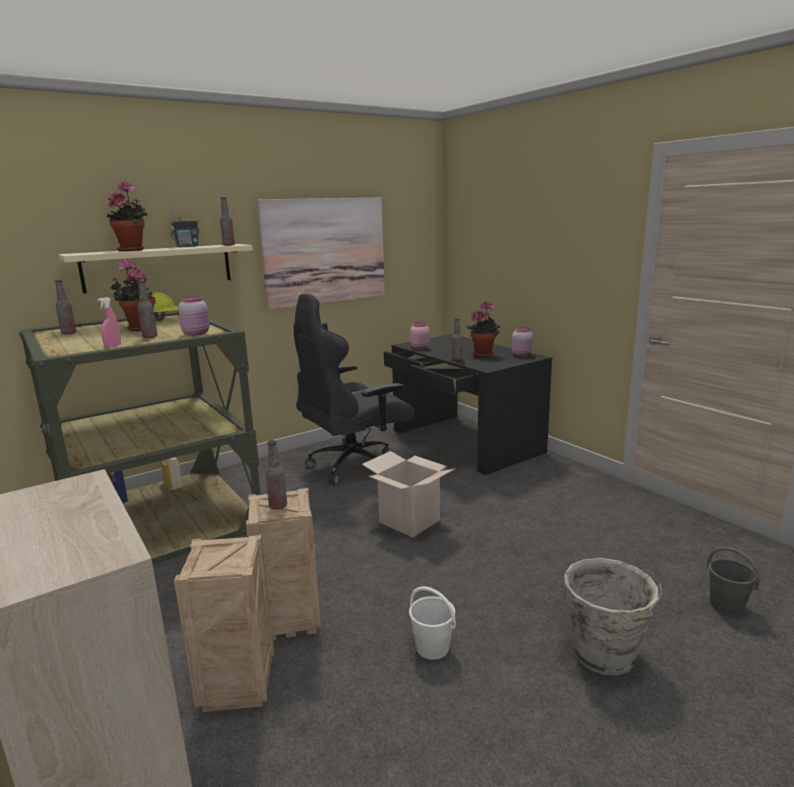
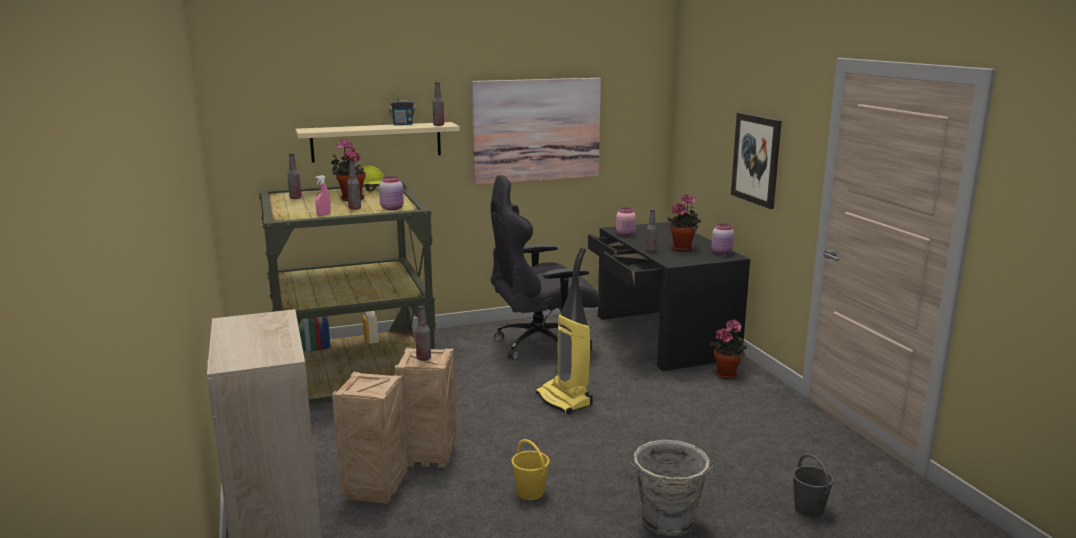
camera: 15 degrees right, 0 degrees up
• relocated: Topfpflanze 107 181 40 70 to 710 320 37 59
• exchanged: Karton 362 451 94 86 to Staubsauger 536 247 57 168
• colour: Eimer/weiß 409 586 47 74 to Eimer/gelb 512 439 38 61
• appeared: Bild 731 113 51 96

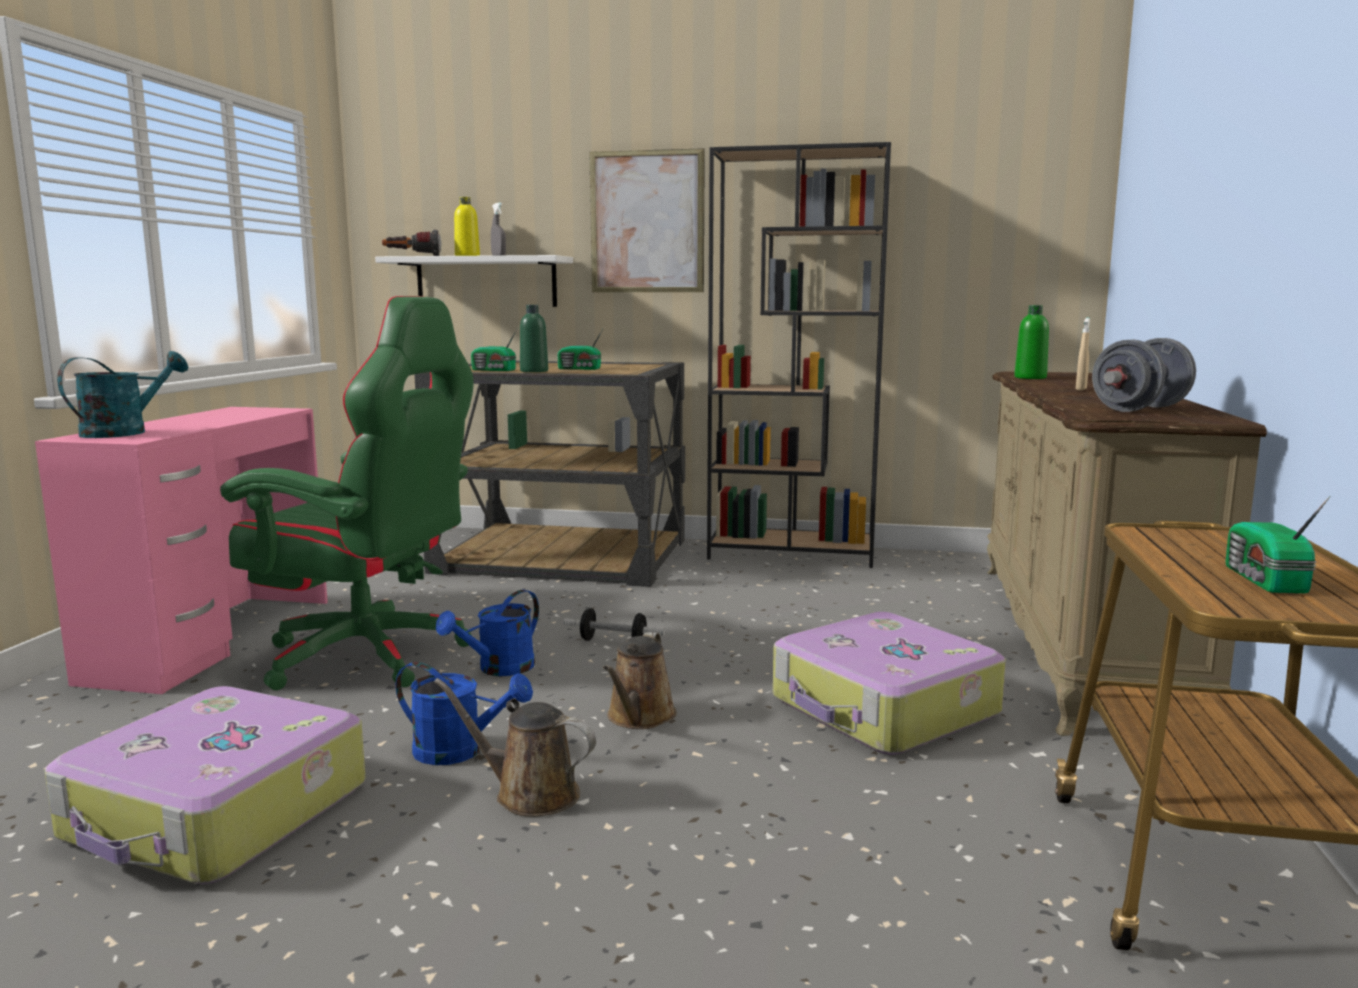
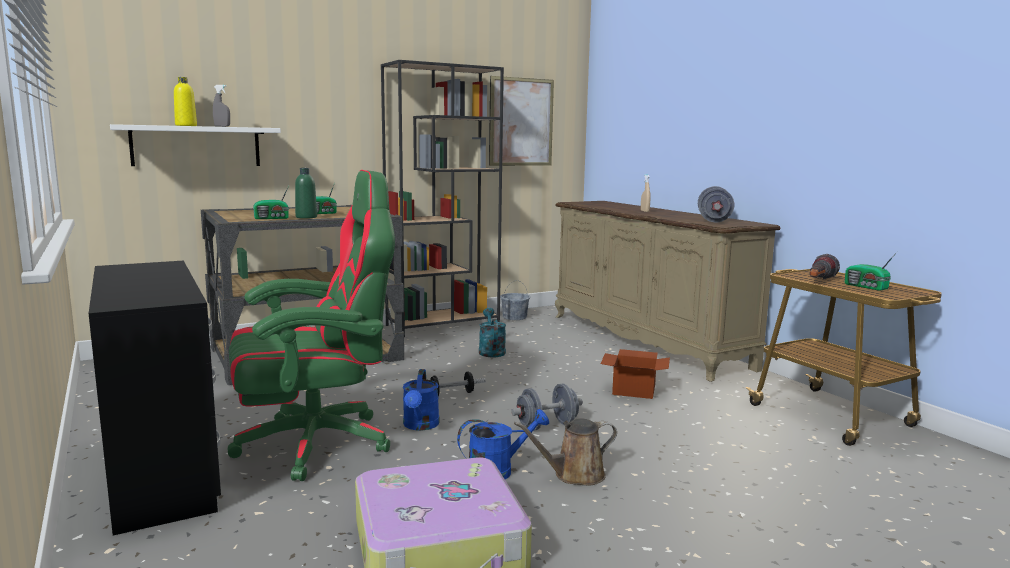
camera: 40 degrees left, 0 degrees up
• relocated: Bild 589 148 116 144 to 489 76 65 90
• relocated: Taschenlampe 382 230 59 26 to 810 254 30 25
• missing: Flasche/grün 1014 305 35 74
• relocated: Gießkanne/türkis 57 351 132 87 to 479 308 27 50
• colour: Schreibtisch/rosa 35 407 293 287 to Schreibtisch/schwarz 88 260 133 275
• exchanged: Koffer 773 612 233 143 to Karton 601 349 69 50
• exchanged: Gießkanne/braun 603 632 74 97 to Hantel/grau 511 384 72 46
• appeared: Eimer/grau 500 280 30 40

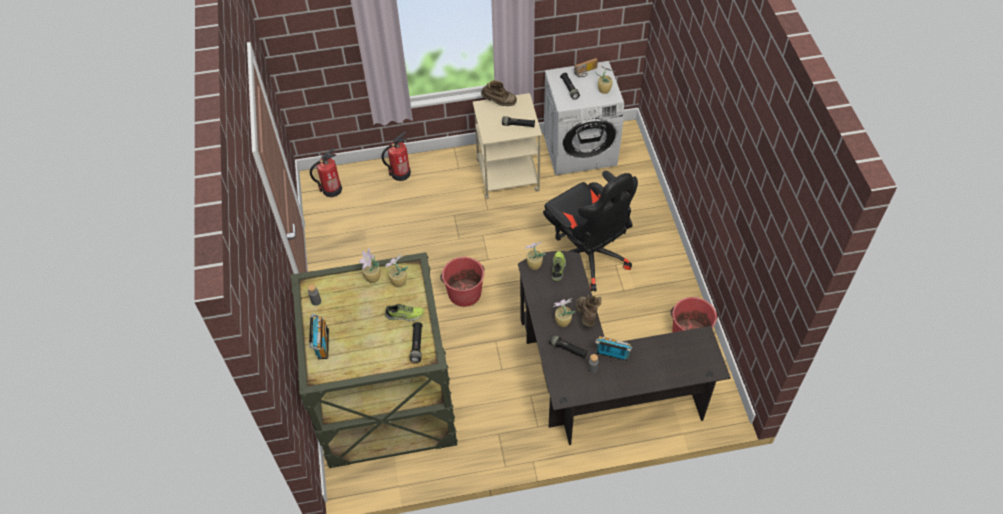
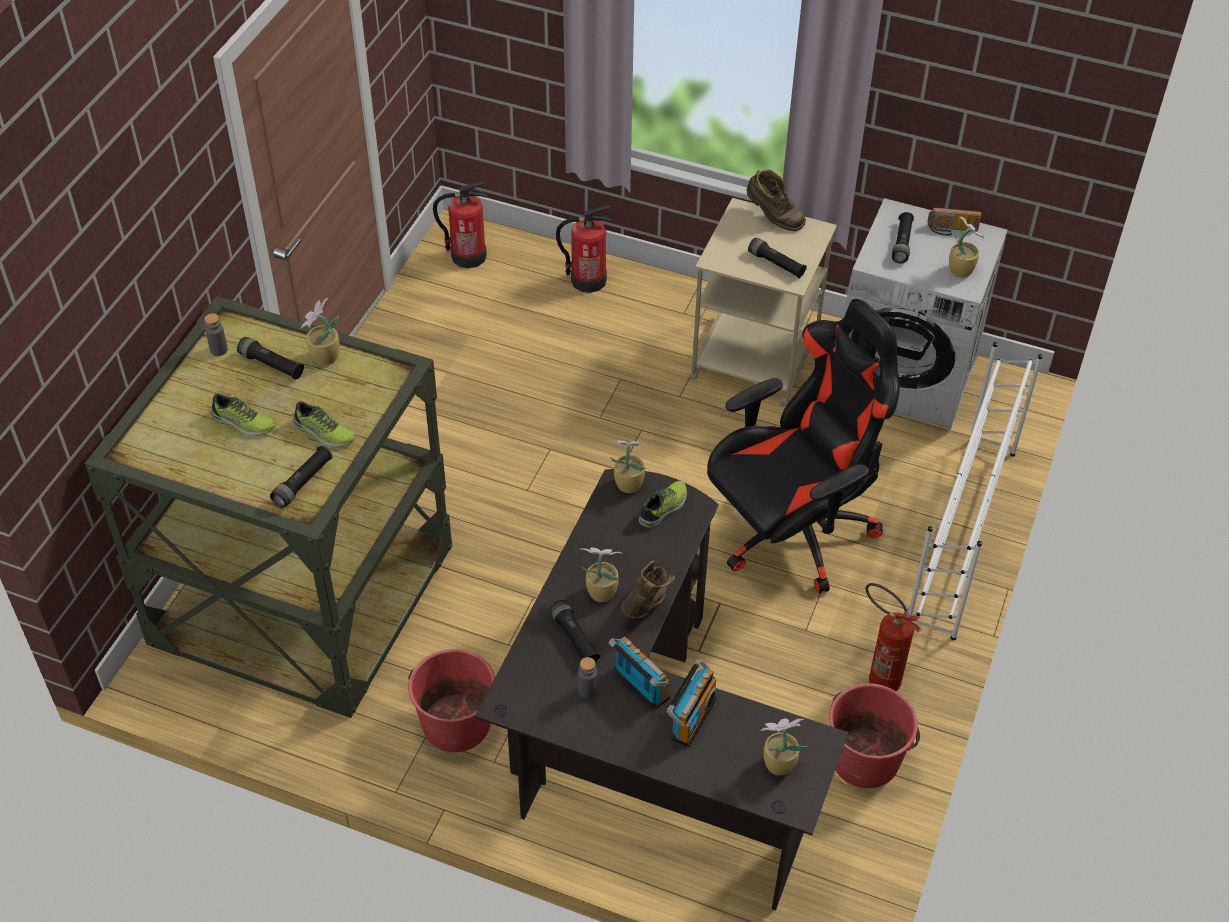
camera: 30 degrees right, 5 degrees down
• spun: Bürostuhl/schwarz 543 171 95 120 = 707 299 193 294 120 degrees counterclockwise
• relocated: Topfpflanze 385 254 24 33 to 761 718 46 58
• relocated: Eimer/rot 440 257 45 50 to 408 649 87 103
• relocated: Radio 309 314 20 46 to 667 659 50 88
• appeared: Taschenlampe/schwarz 237 337 67 43
• appeared: Schuhregal/weiß 908 342 135 298
• appeared: Schuh 211 394 65 42
• appeared: Feuerlöscher 866 583 55 108

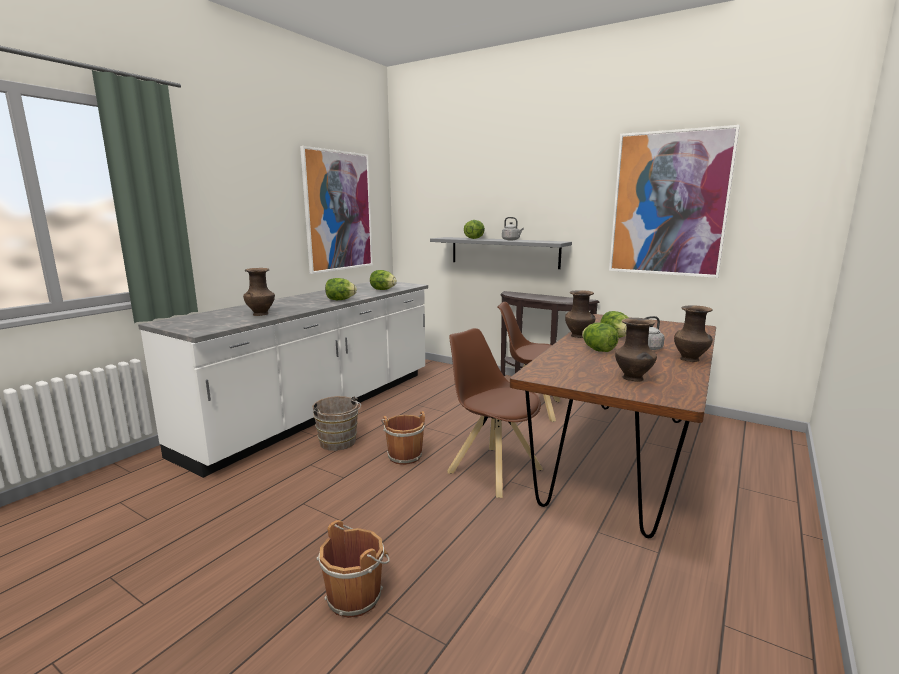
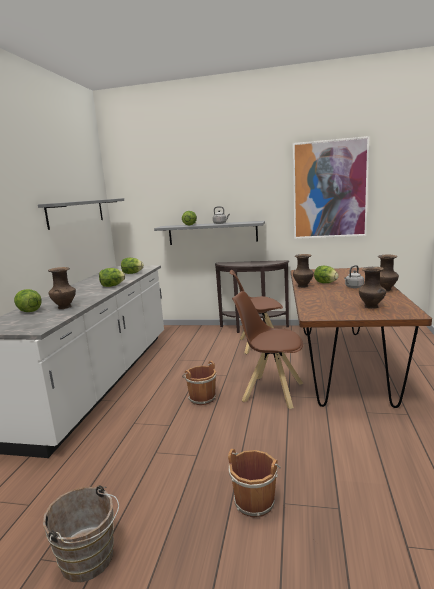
camera: 20 degrees left, 0 degrees up
• exchanged: Bild 300 146 73 128 to Wandregal/grau 38 198 86 32
• relocated: Salatkopf 582 322 36 30 to 14 289 27 23
• relocated: Eimer/braun 312 396 49 55 to 43 485 76 97

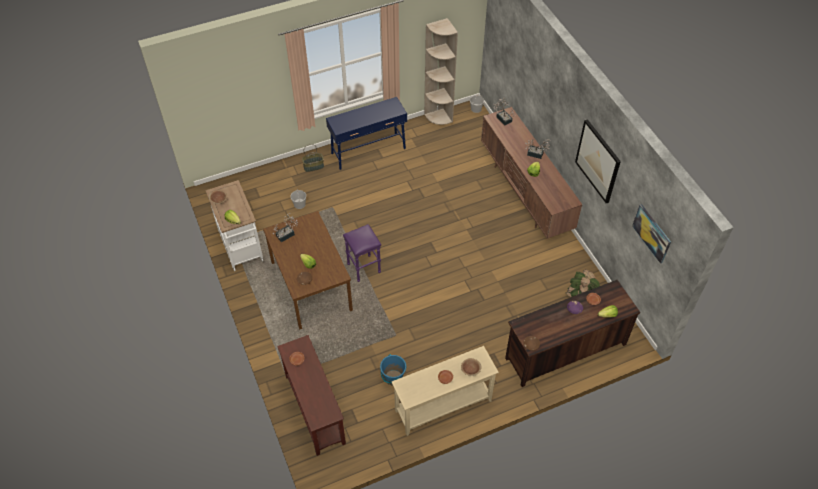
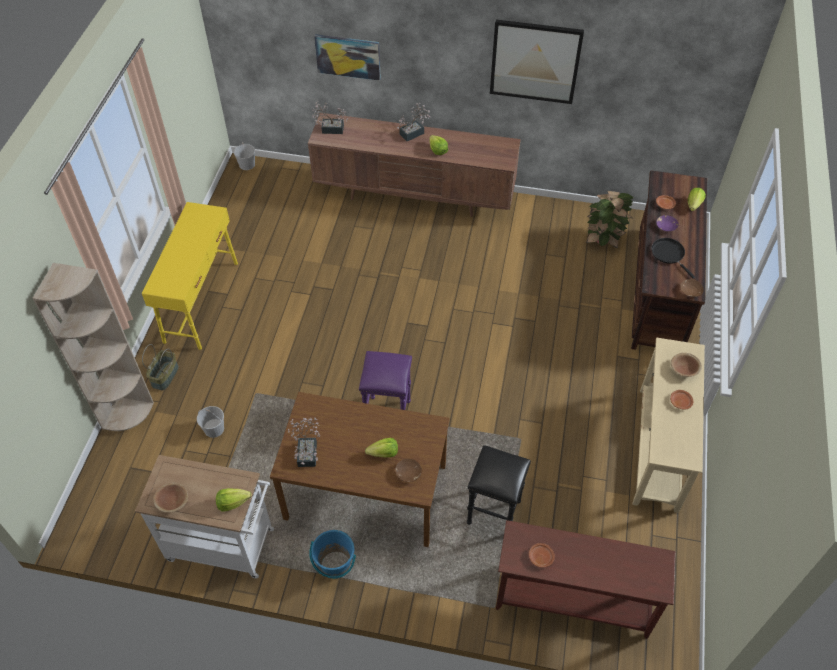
camera: 55 degrees left, 0 degrees up
• relocated: Bücherregal/beige 424 18 34 107 to 32 263 122 168
• colour: Konsolentisch/blau 326 97 81 73 to Konsolentisch/gelb 142 202 96 148
• relocated: Bild 632 204 39 60 to 314 34 67 47
• relocated: Eimer/blau 380 354 26 32 to 309 530 47 49
• appeared: Pfanne/schwarz 652 238 43 41
• appeared: Hocker/schwarz 467 445 64 80

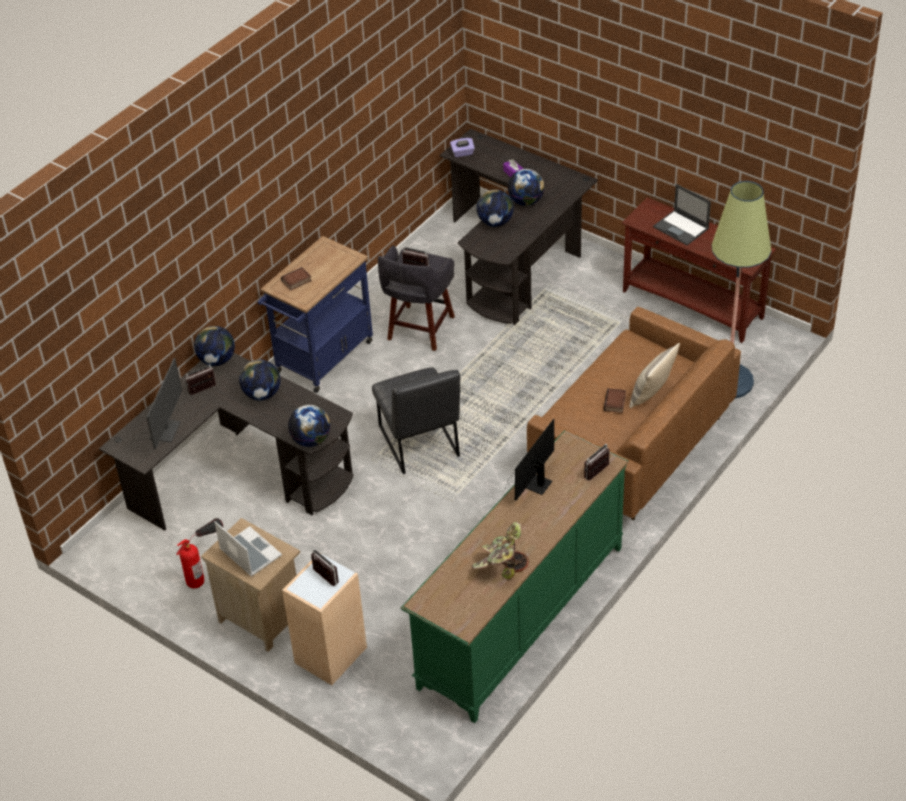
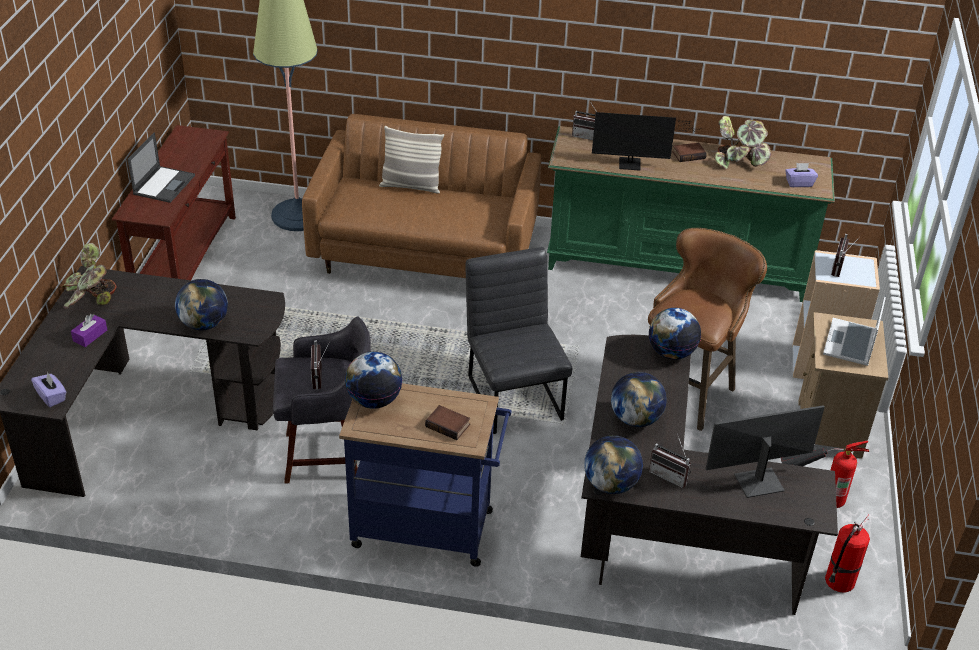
camera: 120 degrees left, 5 degrees down
• relocated: Globus 508 169 37 37 to 345 352 57 57
• spun: Stuhl/grau 372 367 88 107 = 466 247 106 187 60 degrees counterclockwise
• relocated: Buch 604 388 22 25 to 672 143 35 19
• appeared: Taschentuchbox/lila 785 163 33 24
• appeared: Hocker/braun 648 228 119 203
• appeared: Topfpflanze 61 243 56 66
• appeared: Feuerlöscher 825 511 45 82

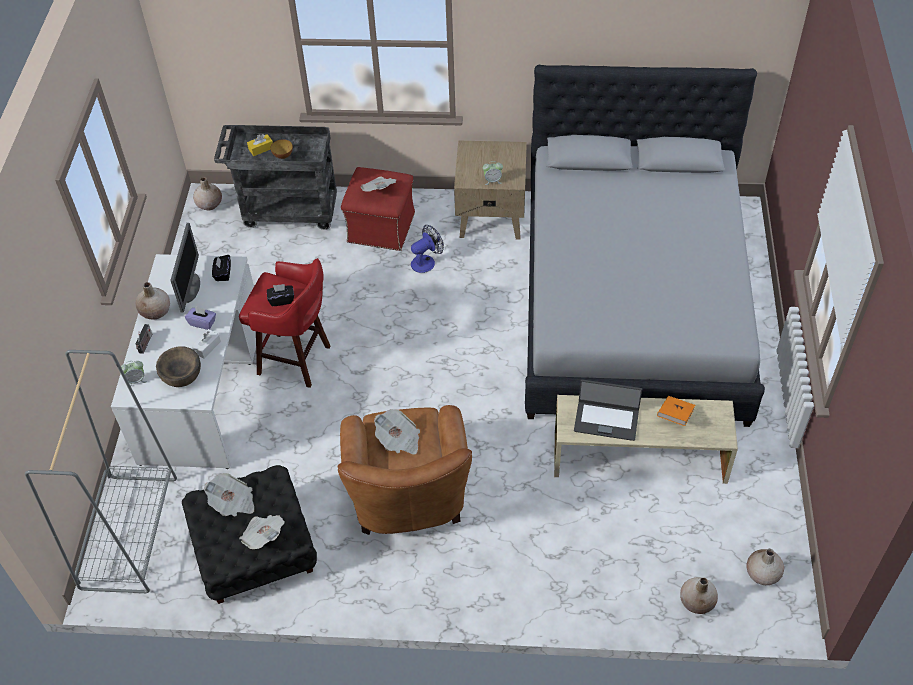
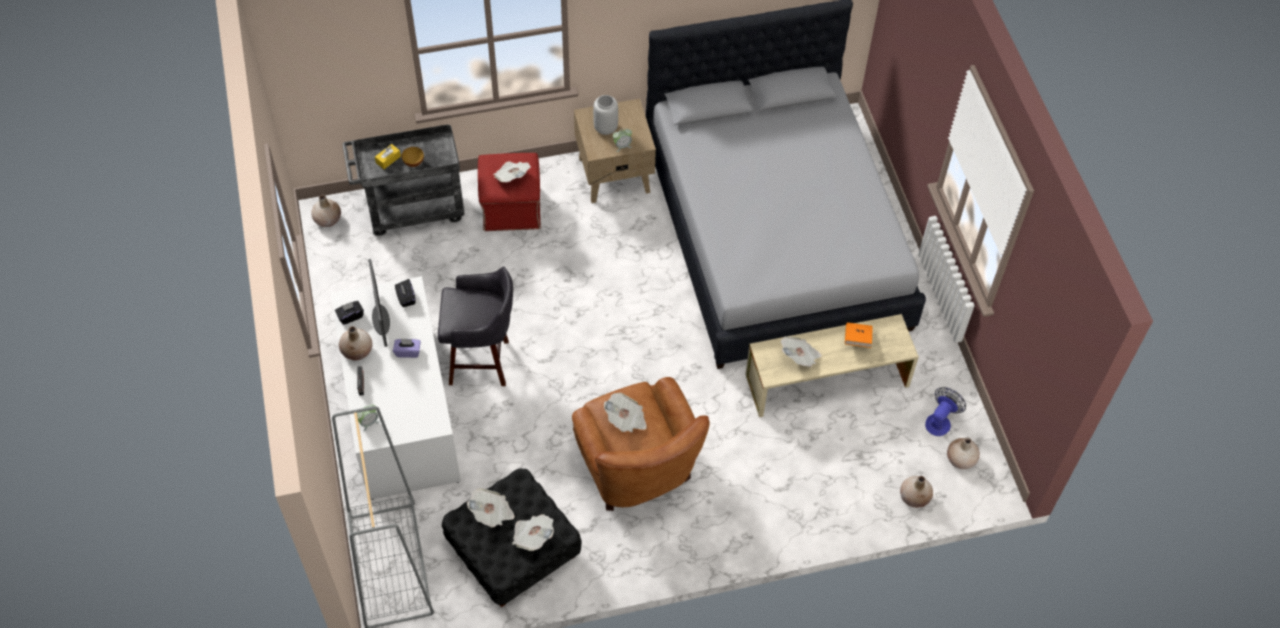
camera: 20 degrees left, 5 degrees up
• relocated: Ventilator 411 225 33 48 to 925 387 41 49
• colour: Hocker/rot 239 258 91 130 to Hocker/grau 438 267 75 119
• relocated: Taschentuchbox/schwarz 267 284 27 22 to 335 301 29 24
• missing: Taschentuchbox/weiß 192 329 29 30
• missing: Schüssel/braun 156 347 45 40
• exchanged: Laptop 574 379 68 62 to Zeitung 781 336 41 31
• appeared: Vase/grau 593 95 25 40

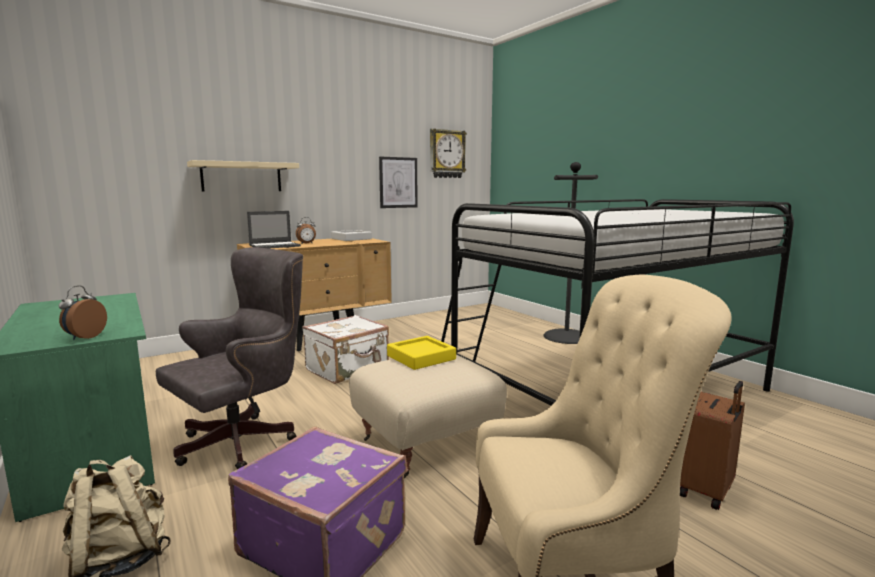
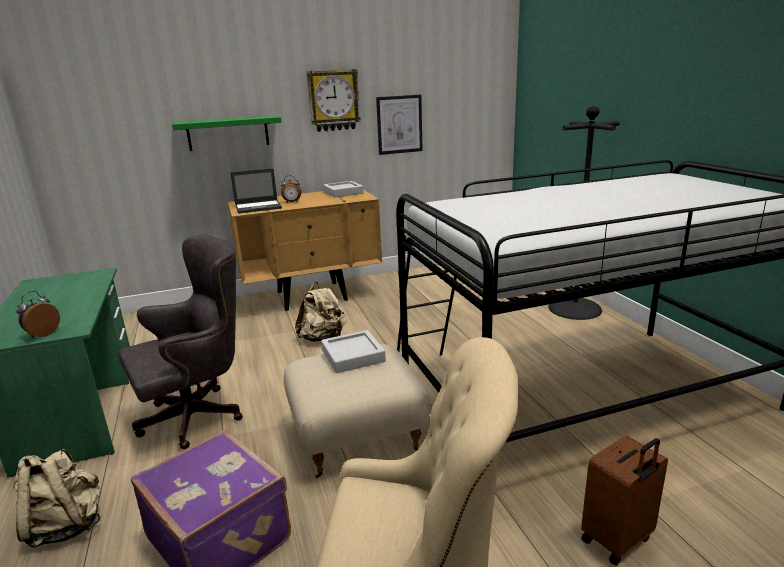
camera: 15 degrees right, 10 degrees up
• relocated: Wanduhr 430 129 37 49 to 307 69 54 63
• colour: Wandregal/beige 187 160 112 32 to Wandregal/grün 172 115 110 36
• exchanged: Koffer/weiß 302 315 87 69 to Rucksack/beige 295 282 52 60
• colour: Tablett/gelb 387 336 69 34 to Tablett/grau 321 330 65 43

